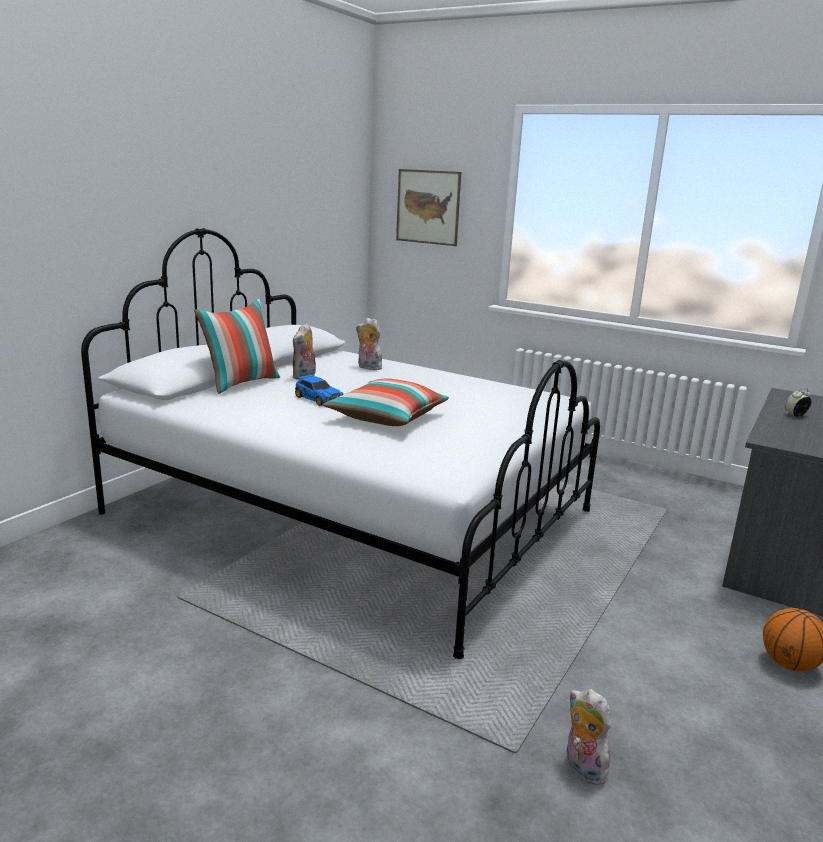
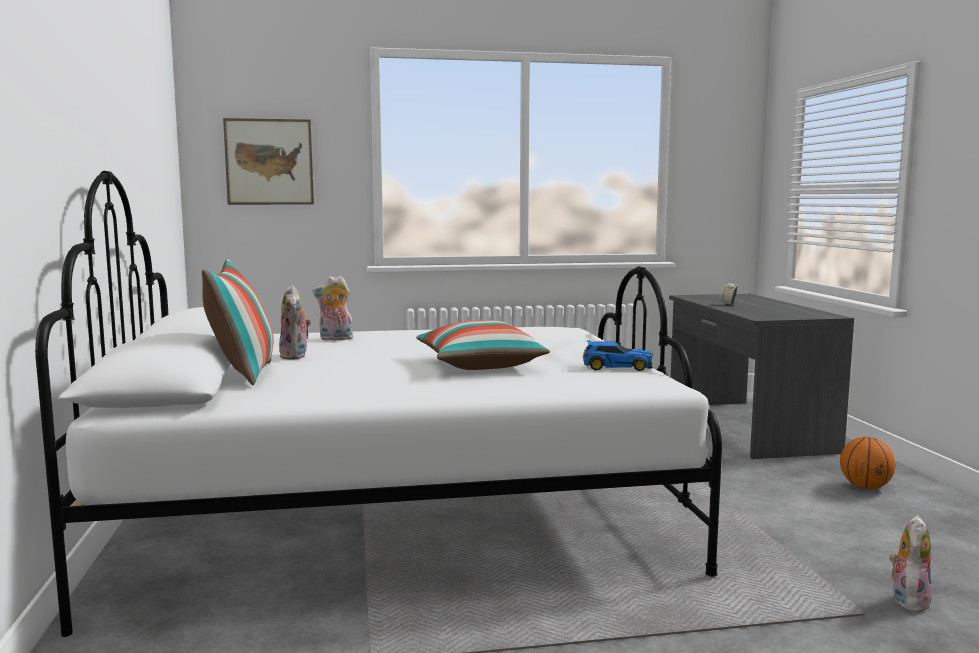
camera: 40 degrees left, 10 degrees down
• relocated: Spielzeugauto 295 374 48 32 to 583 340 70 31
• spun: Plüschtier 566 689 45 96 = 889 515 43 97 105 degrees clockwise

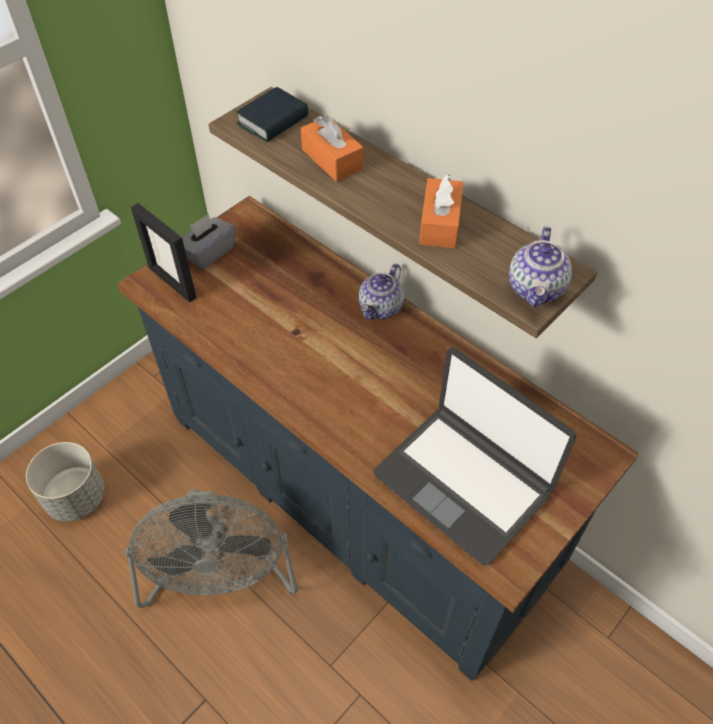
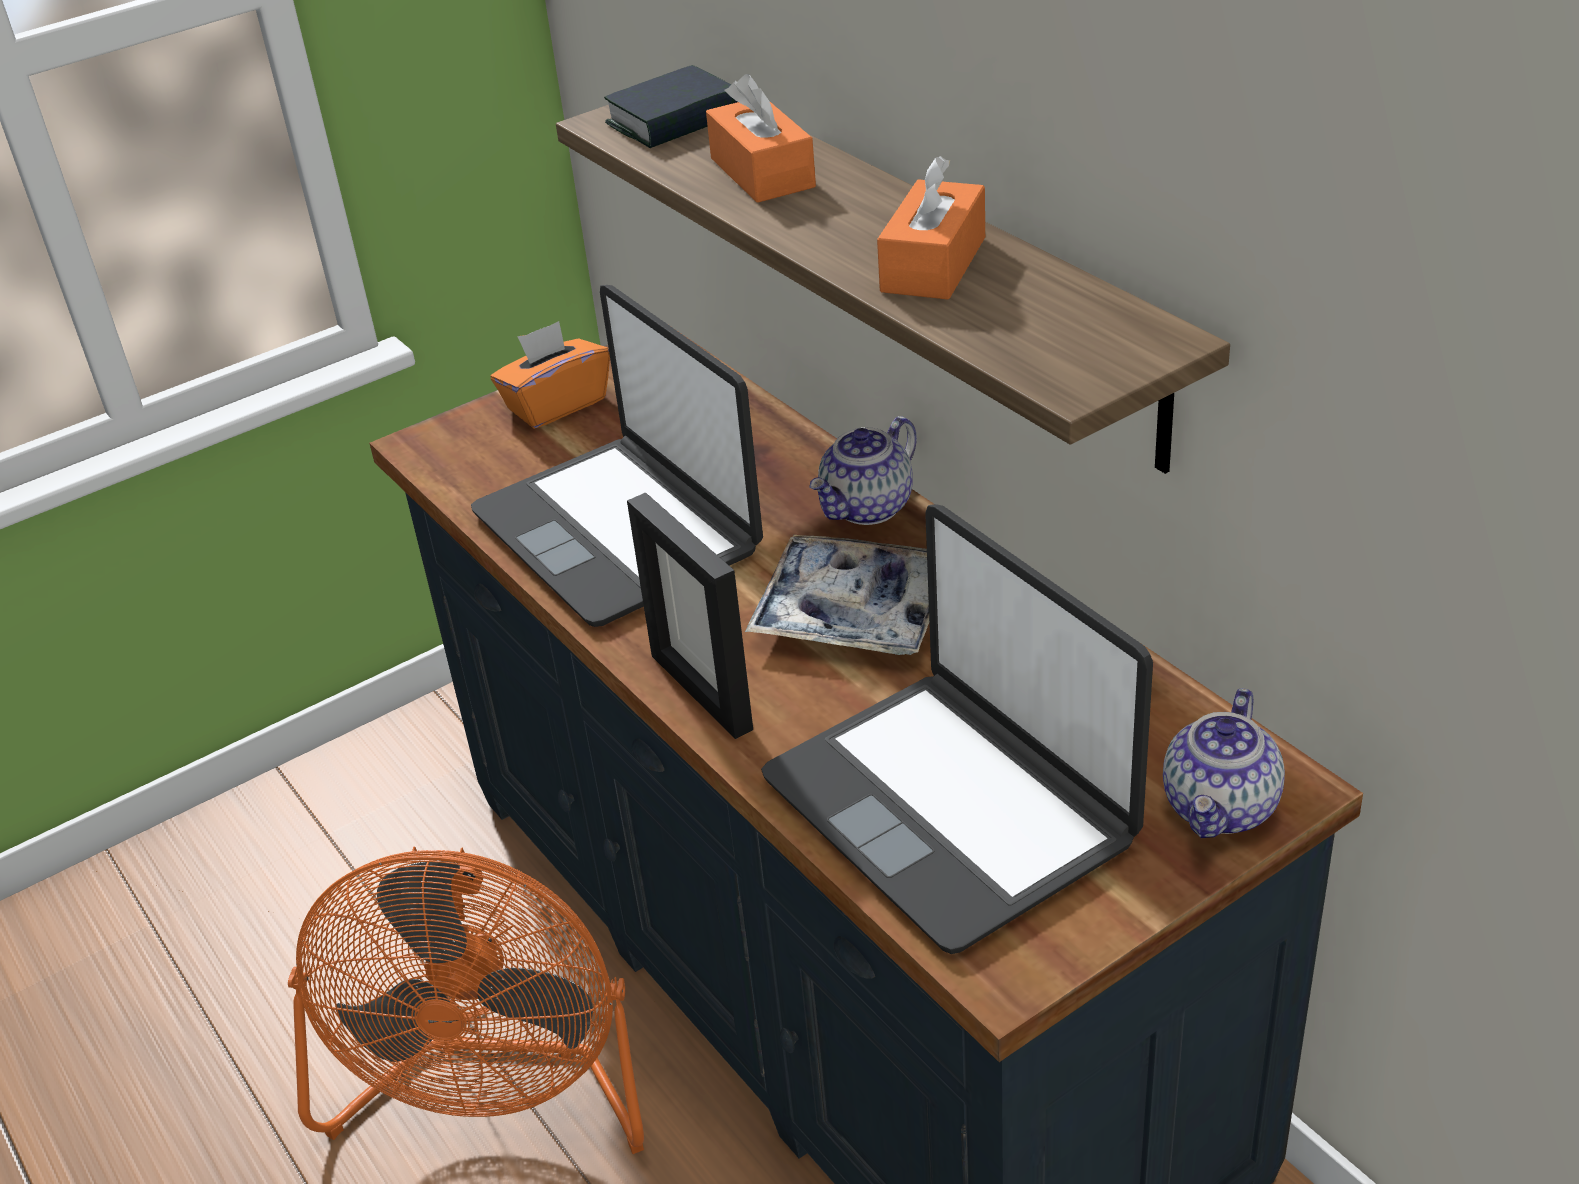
camera: 15 degrees right, 15 degrees down
• relocated: Bilderrahmen 131 203 66 99 to 627 493 126 246
• colour: Taschentuchbox/grau 182 214 54 55 to Taschentuchbox/orange 490 321 120 108
• relocated: Teekanne 509 226 63 81 to 1163 688 122 150
• missing: Pflanzkübel/grau 26 442 79 79
• colour: Ventilator/grau 126 489 172 119 to Ventilator/orange 288 846 356 308
• appeared: Laptop 471 285 292 342
• appeared: Tablett 745 535 184 120

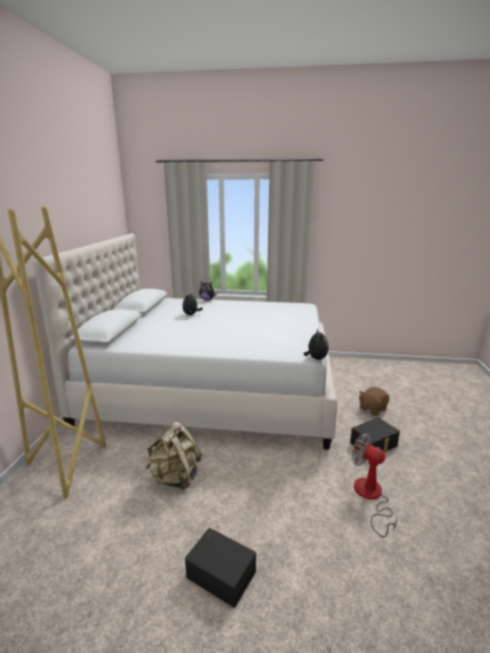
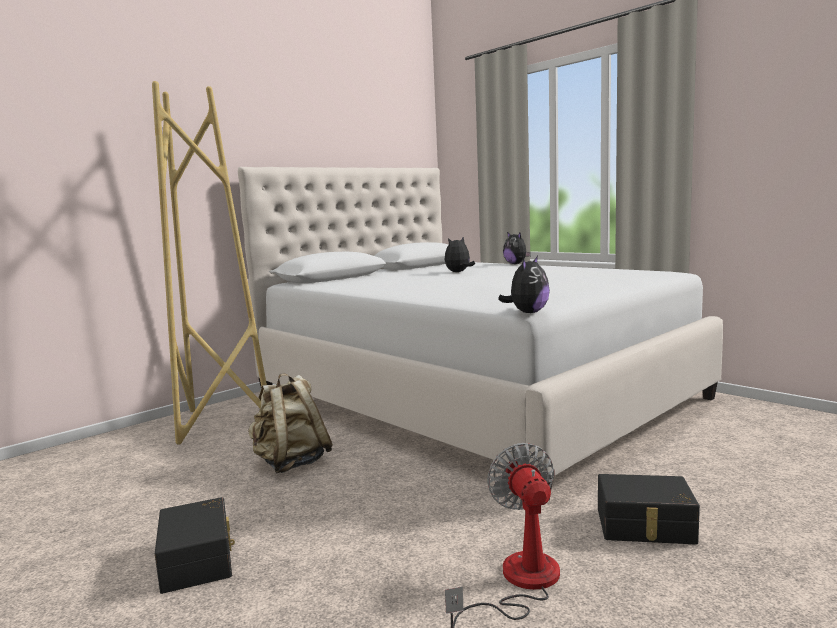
camera: 40 degrees right, 10 degrees down
• missing: Plüschtier/braun 359 387 30 29

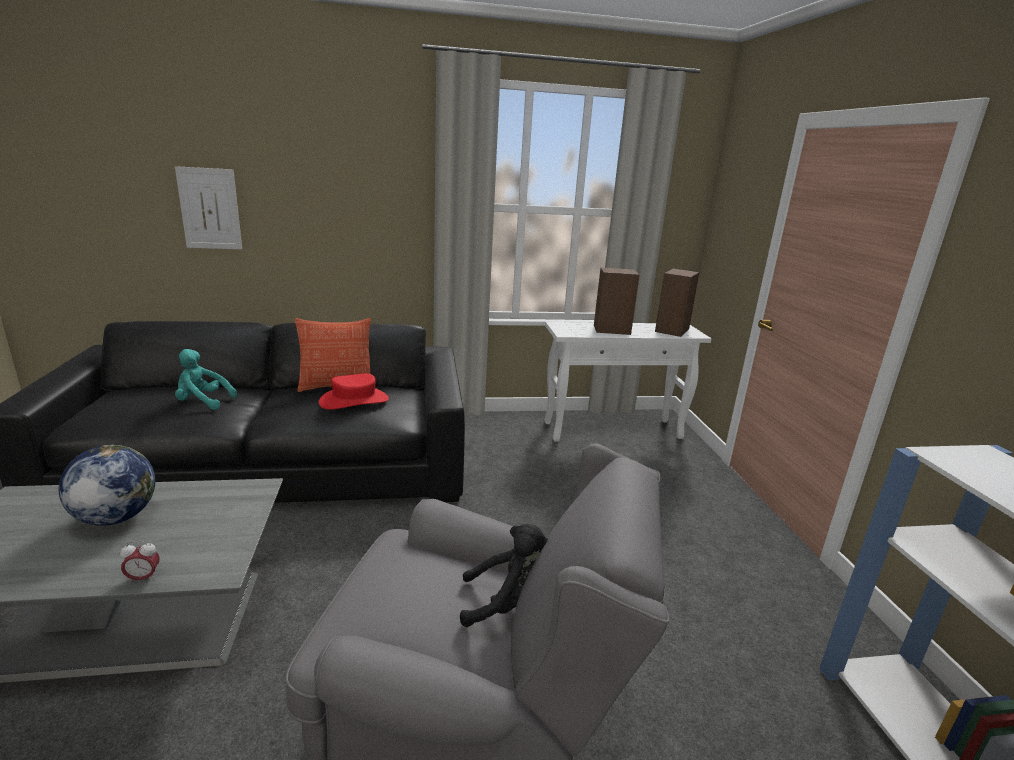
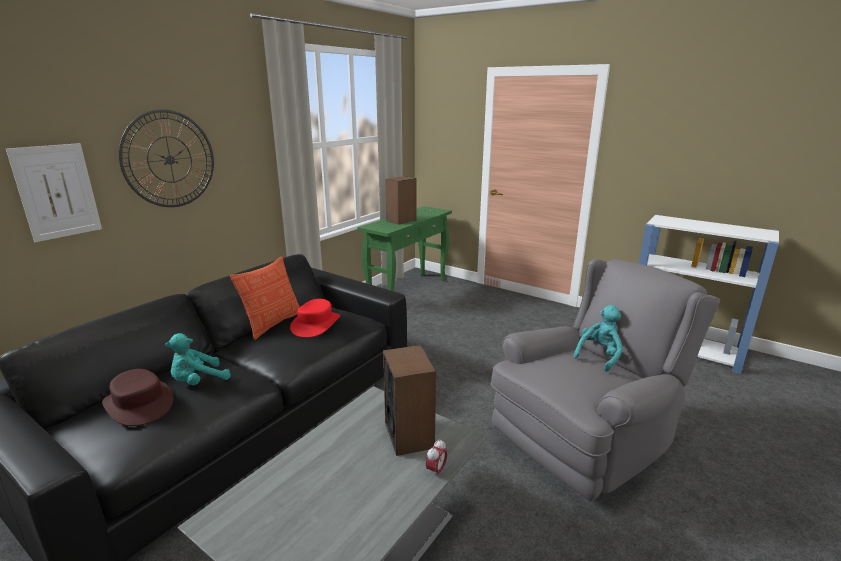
camera: 45 degrees left, 0 degrees up
• relocated: Lautsprecher 655 269 44 68 to 383 345 53 111
• colour: Konsolentisch/weiß 544 322 168 120 to Konsolentisch/grün 357 206 95 85
• missing: Globus 59 445 97 81
• colour: Plüschtier/schwarz 460 524 88 103 to Plüschtier/türkis 573 305 50 67
• appeared: Wanduhr 119 109 95 98
• appeared: Hut/braun 102 369 71 57

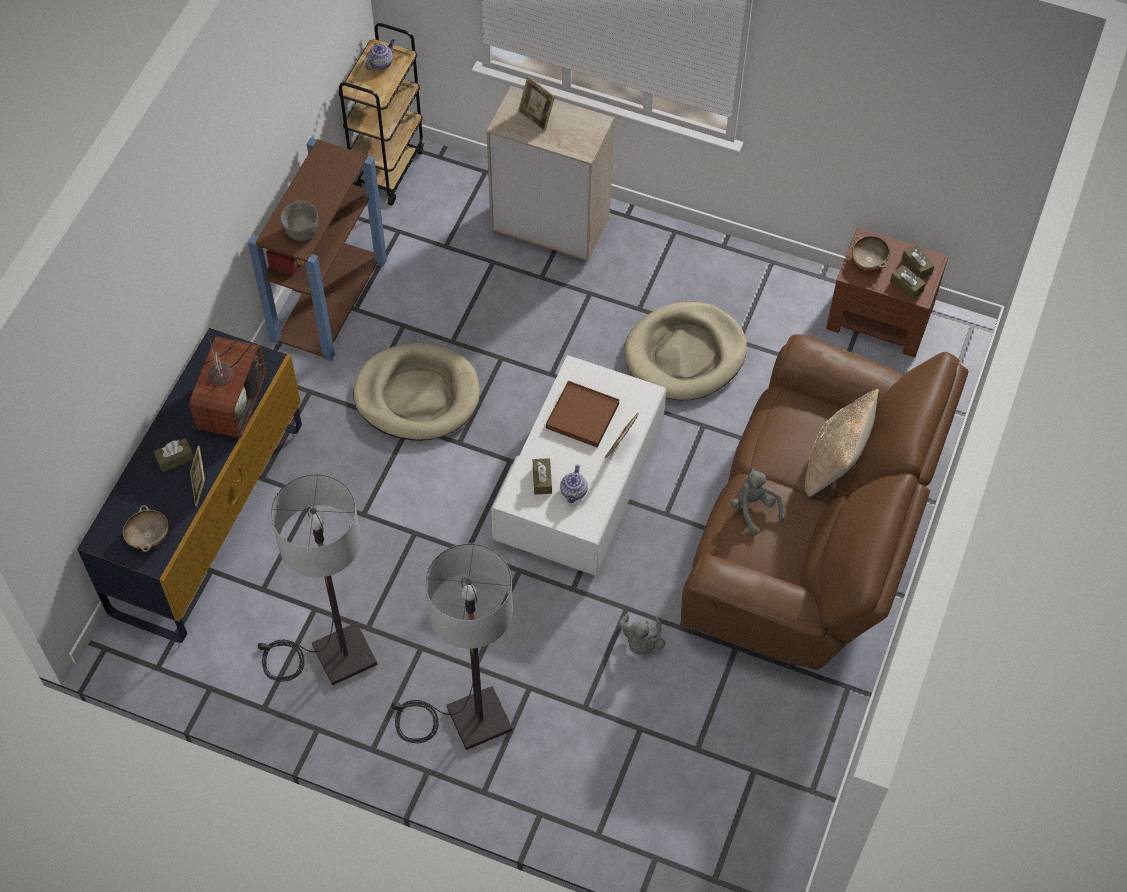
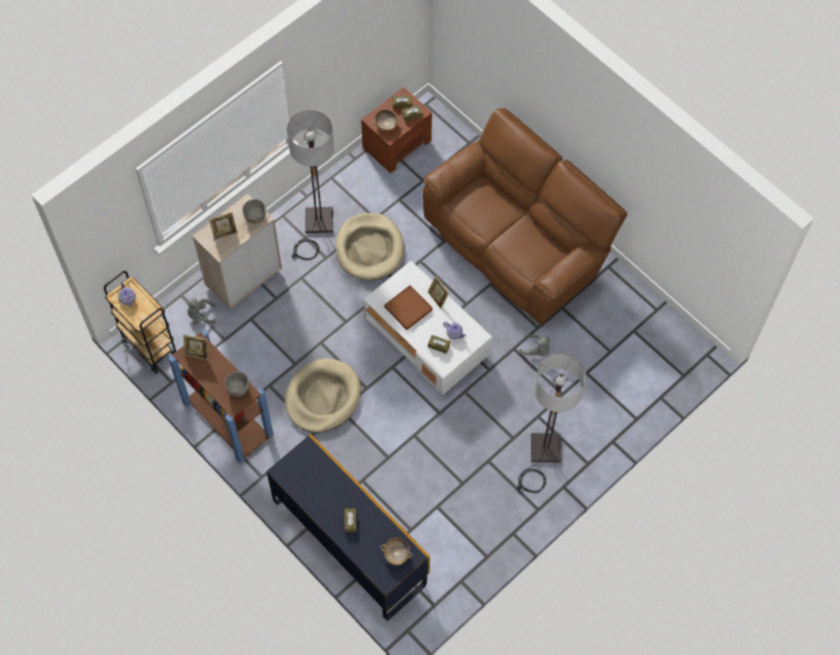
camera: 65 degrees left, 5 degrees up
• missing: Fernseher 190 329 76 109
• missing: Kissen/beige 804 389 75 108
• relocated: Bilderrahmen 190 446 15 61 to 183 335 25 25
• relocated: Plüschtier/grau 730 468 55 67 to 186 298 30 27
• relocated: Stehlampe 258 474 120 211 to 287 110 47 150
• appeared: Schüssel/grau 242 199 24 25

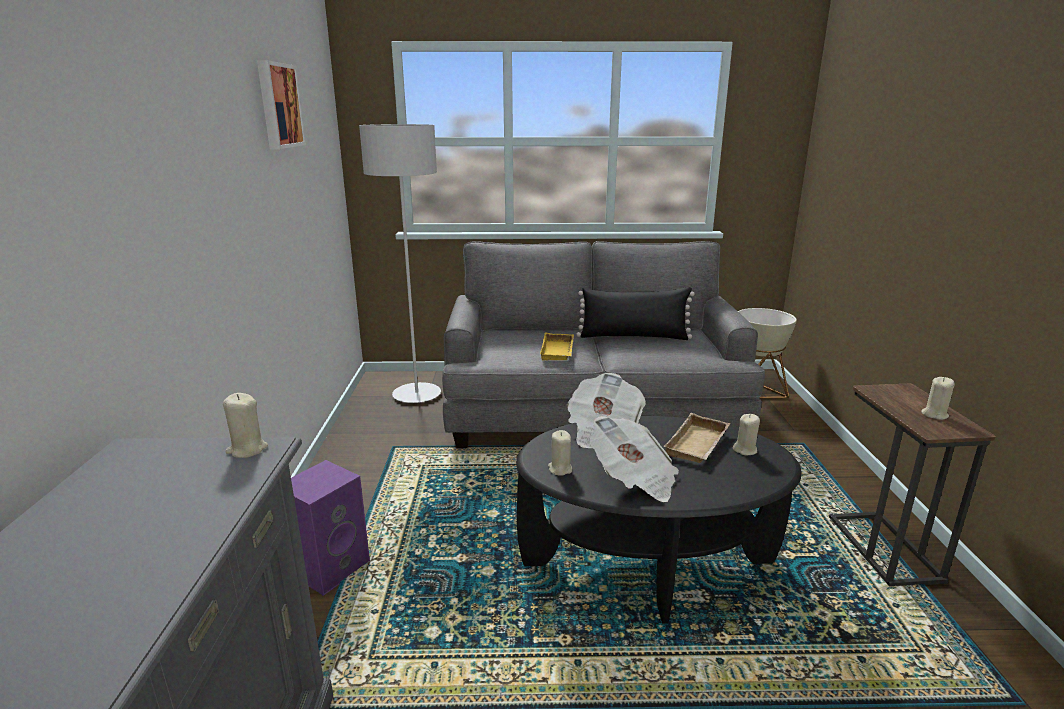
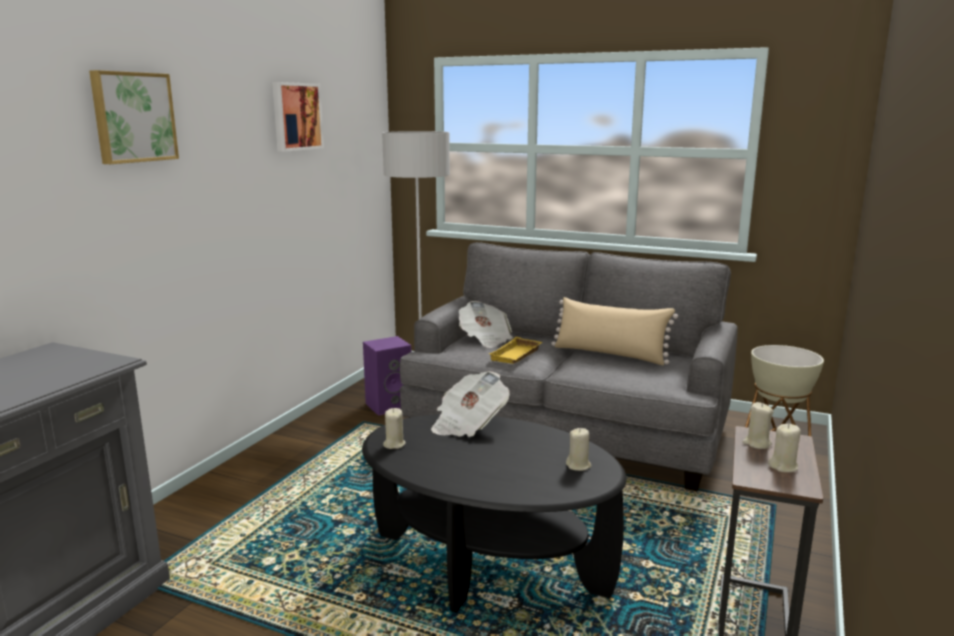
camera: 25 degrees right, 5 degrees down
• colour: Kissen/schwarz 576 287 119 53 to Kissen/beige 551 297 127 68
• relocated: Kerze/beige 223 393 45 65 to 742 402 32 47
• missing: Tablett/beige 663 413 67 50
• relocated: Zeitung 589 416 90 86 to 459 301 54 47
• relocated: Lautsprecher/lila 291 460 79 136 to 363 336 48 80
• appeared: Bild 89 70 90 94

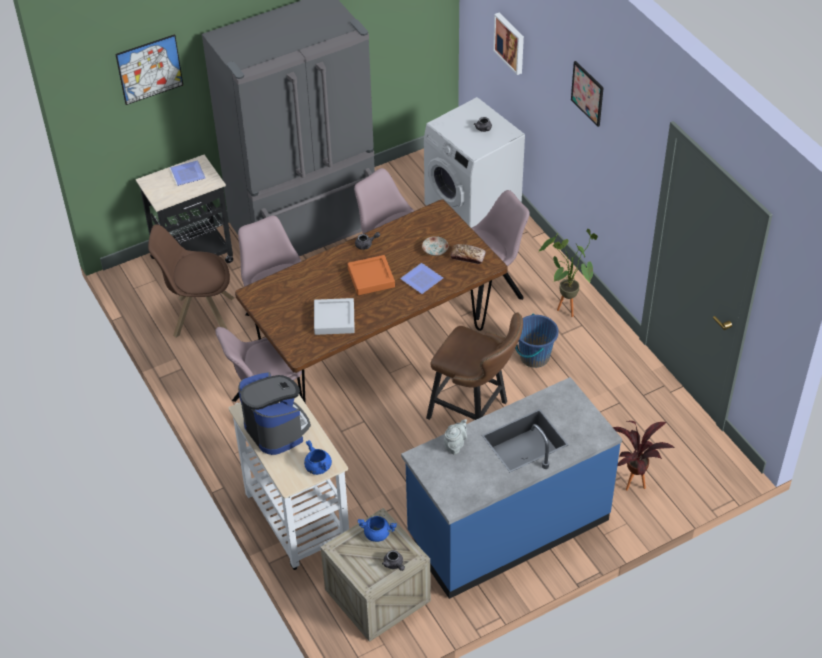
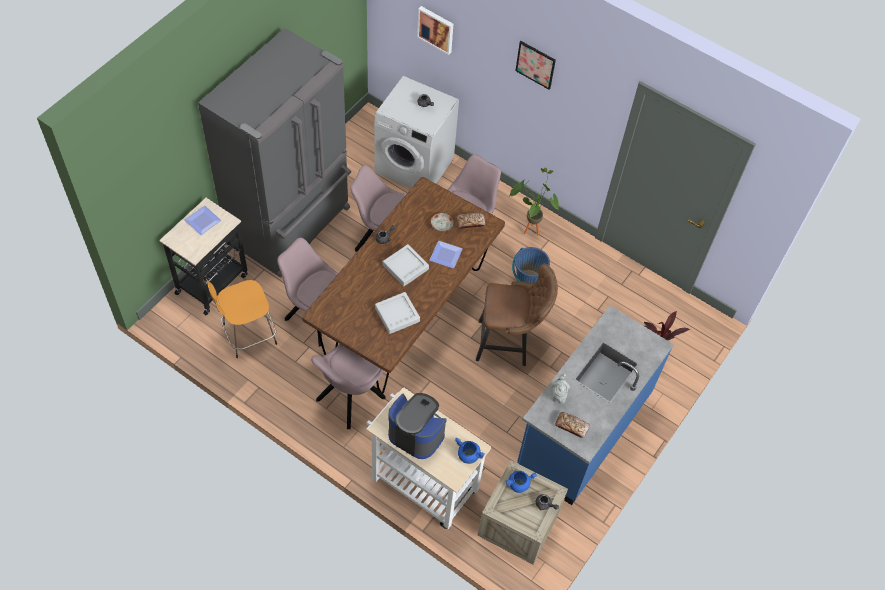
camera: 30 degrees left, 10 degrees up
• missing: Bild 115 34 68 71
• exchanged: Stuhl/braun 148 224 86 114 to Hocker/orange 206 278 71 80
• colour: Tablett/orange 348 255 47 40 to Tablett/grau 383 244 46 42
• appeared: Brot 555 412 35 26

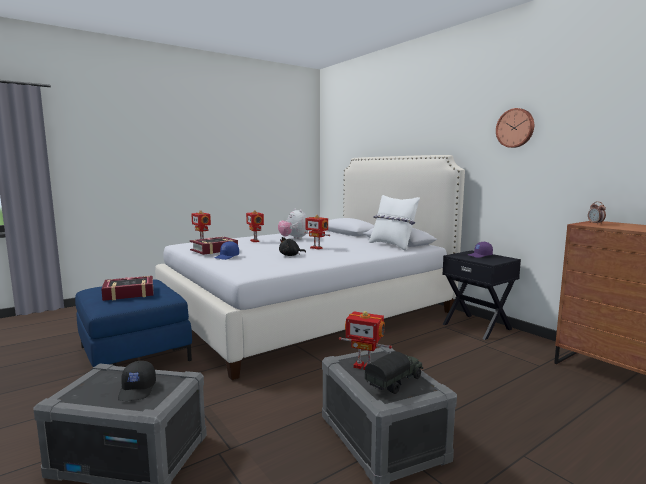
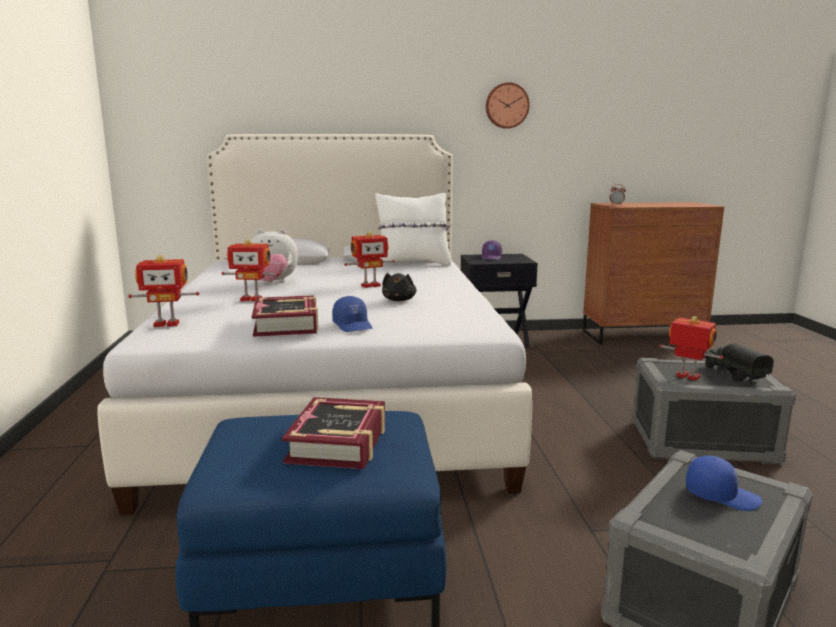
camera: 60 degrees left, 5 degrees up
• spun: Spielzeugroboter 339 311 53 59 = 659 316 64 65 105 degrees counterclockwise
• colour: Kappe/schwarz 118 361 38 40 to Kappe/blau 686 456 77 55

